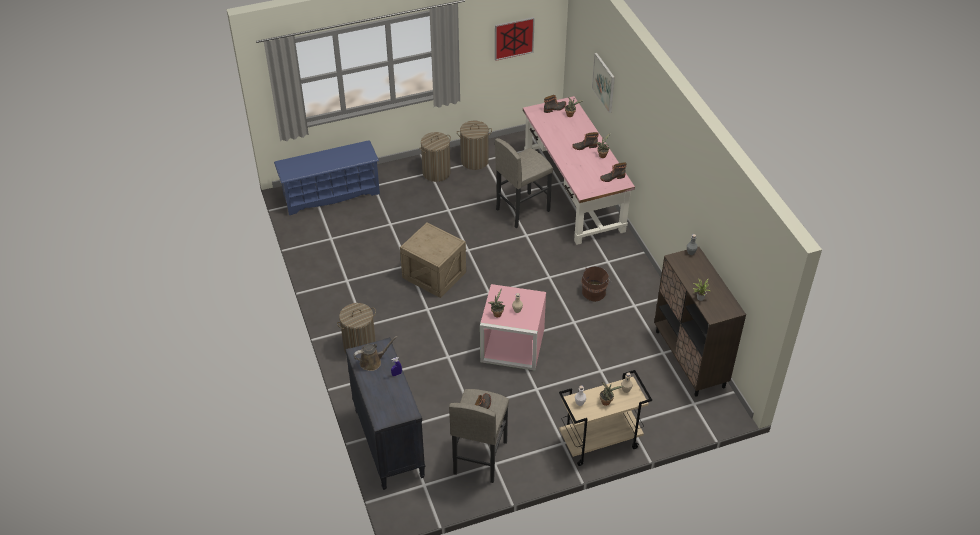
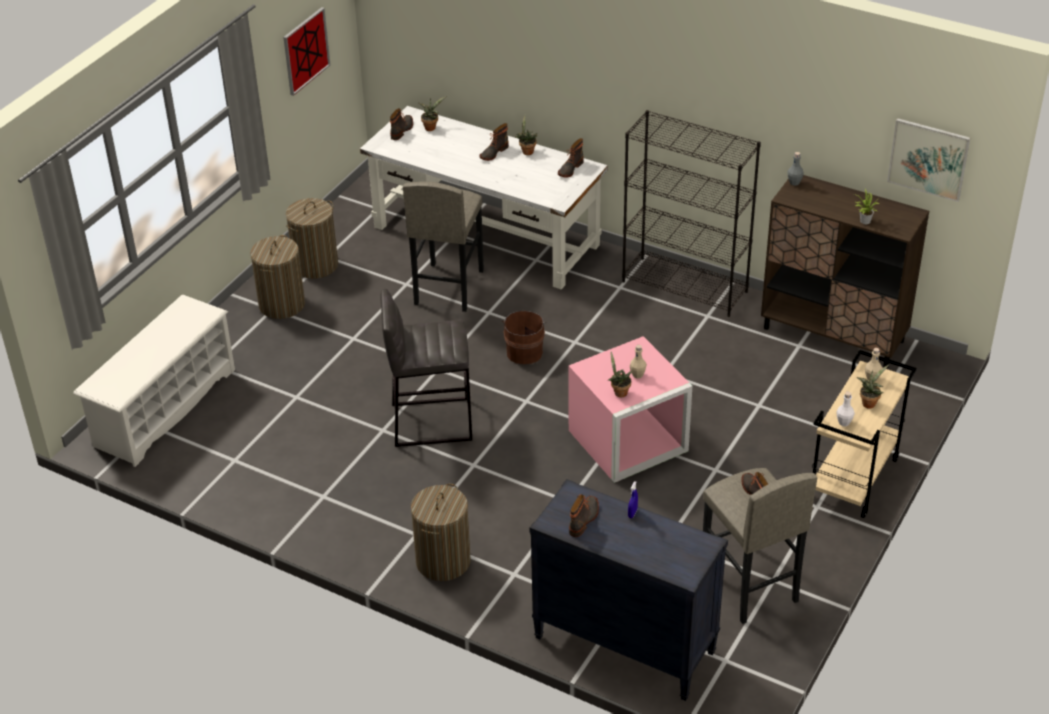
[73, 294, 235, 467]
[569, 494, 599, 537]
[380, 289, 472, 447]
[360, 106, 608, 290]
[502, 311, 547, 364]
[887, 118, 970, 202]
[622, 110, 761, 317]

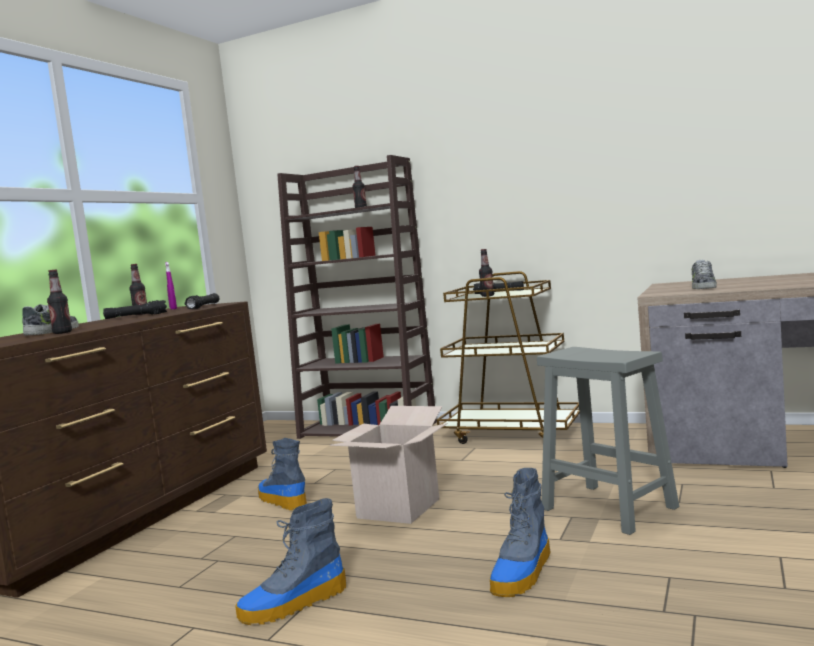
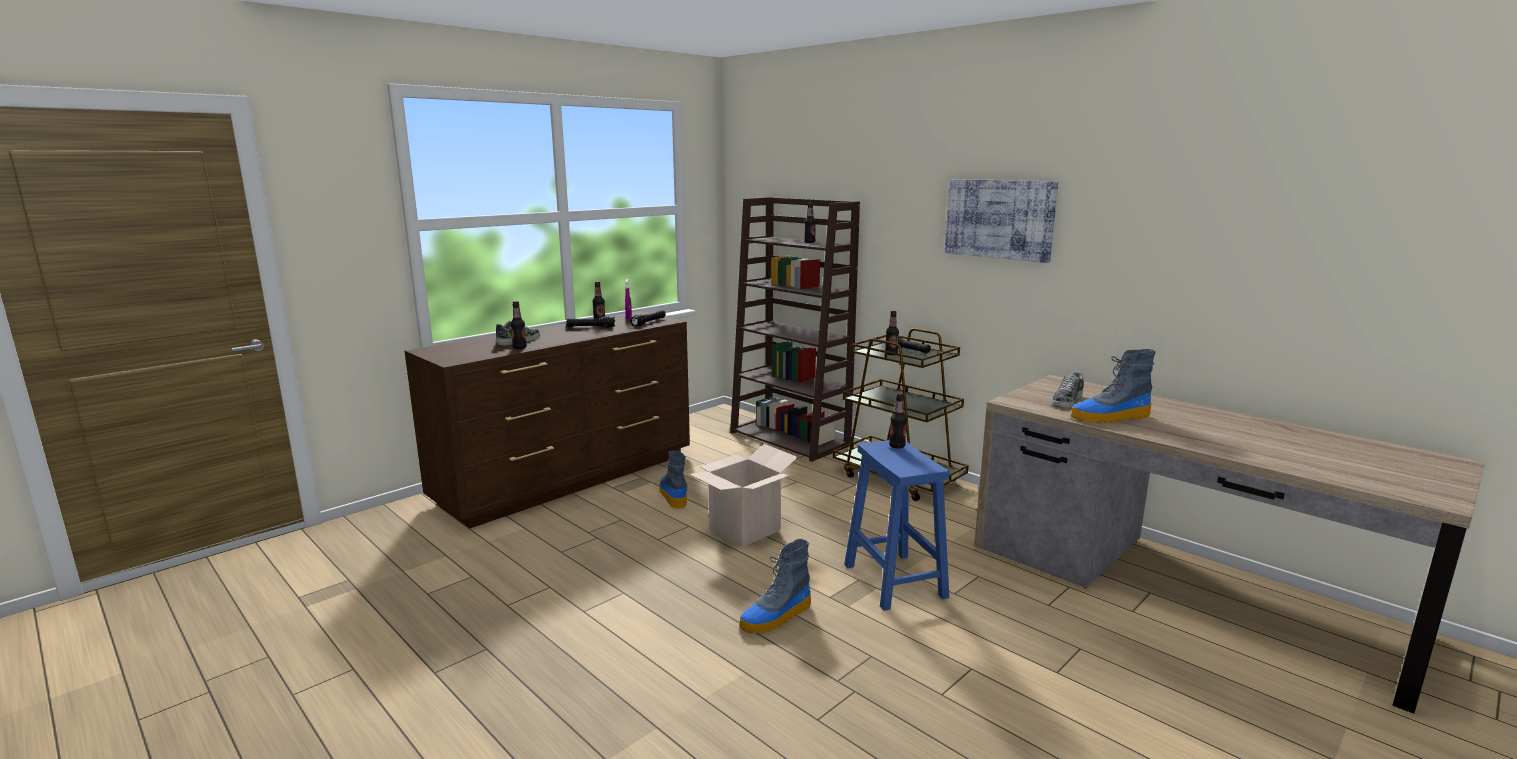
[1071, 349, 1156, 424]
[844, 440, 949, 611]
[889, 393, 907, 448]
[945, 179, 1058, 263]

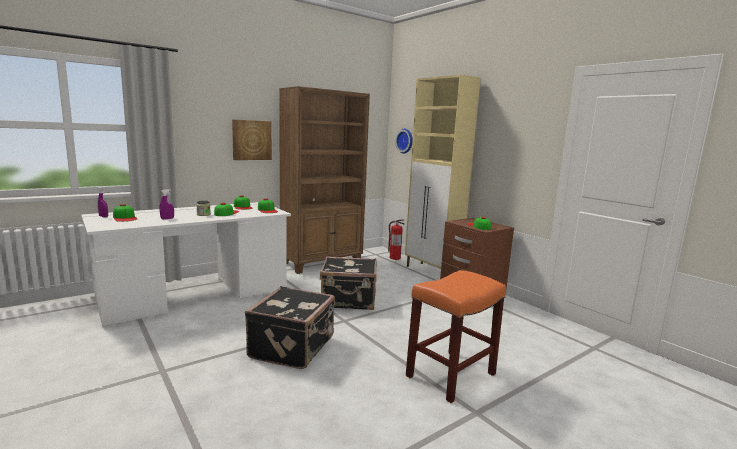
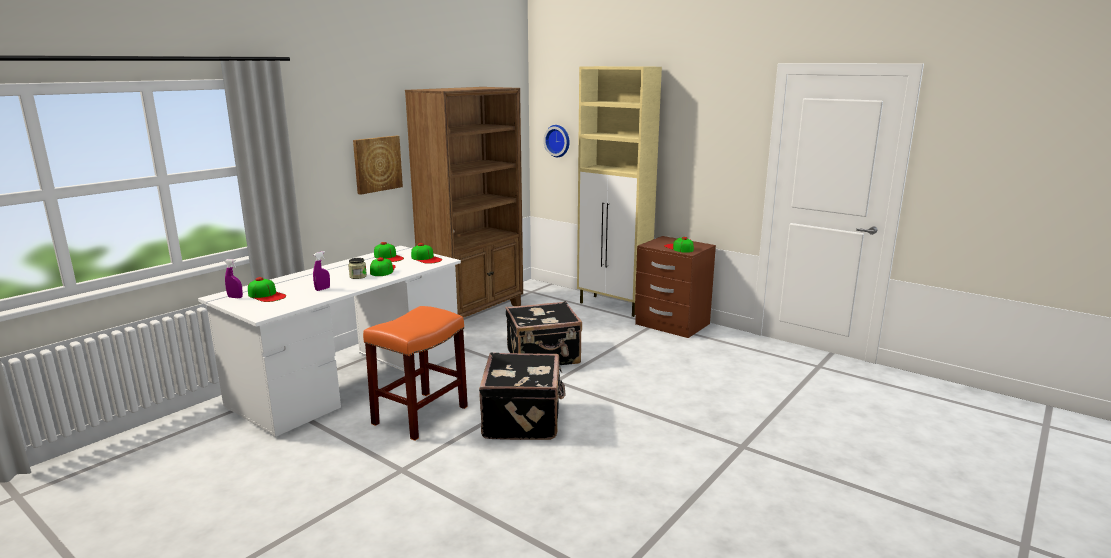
[388, 219, 405, 260] (first image)
[363, 306, 468, 441]

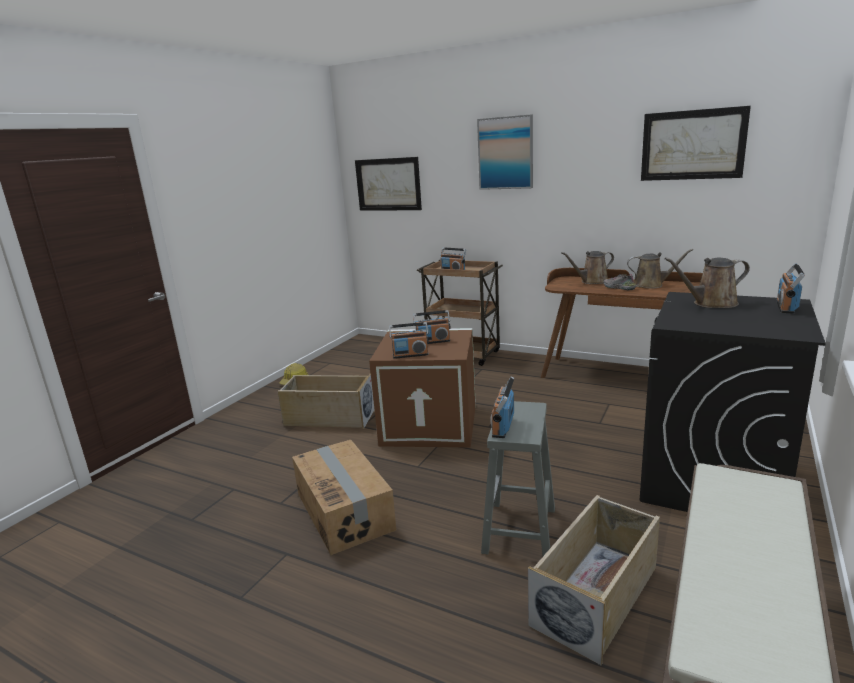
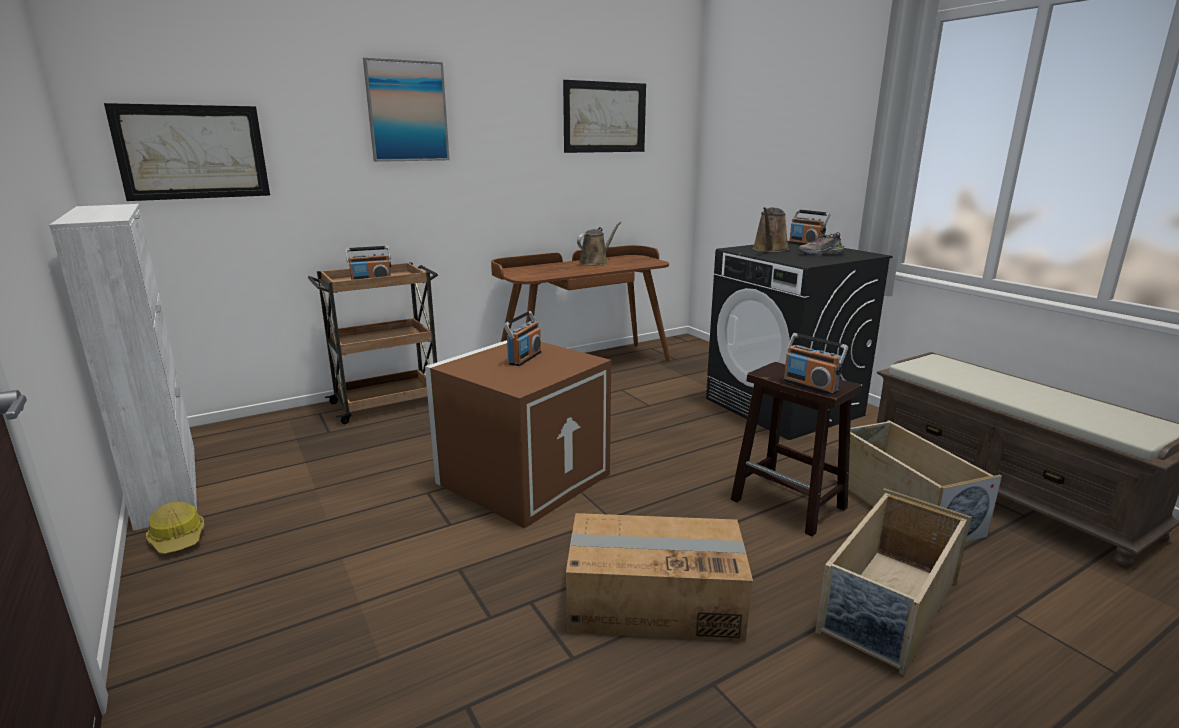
[815, 488, 972, 676]
[389, 322, 429, 359] (first image)
[731, 362, 861, 537]
[561, 251, 614, 284] (first image)
[799, 232, 845, 255]
[49, 204, 197, 531]

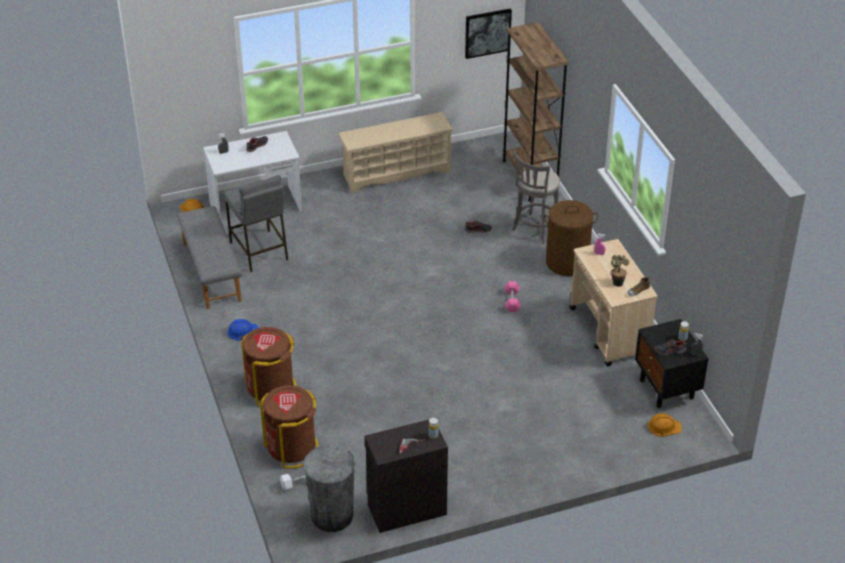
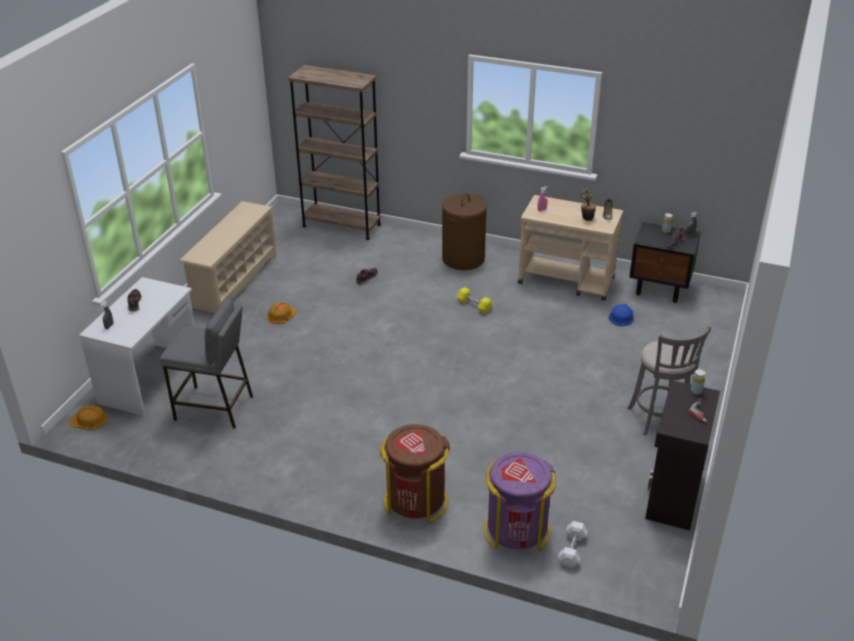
[177, 206, 242, 309] (first image)
[608, 304, 634, 326]
[484, 452, 556, 551]
[303, 445, 355, 532] (first image)
[465, 8, 512, 59] (first image)
[457, 287, 492, 314]
[627, 326, 711, 435]
[267, 302, 297, 324]

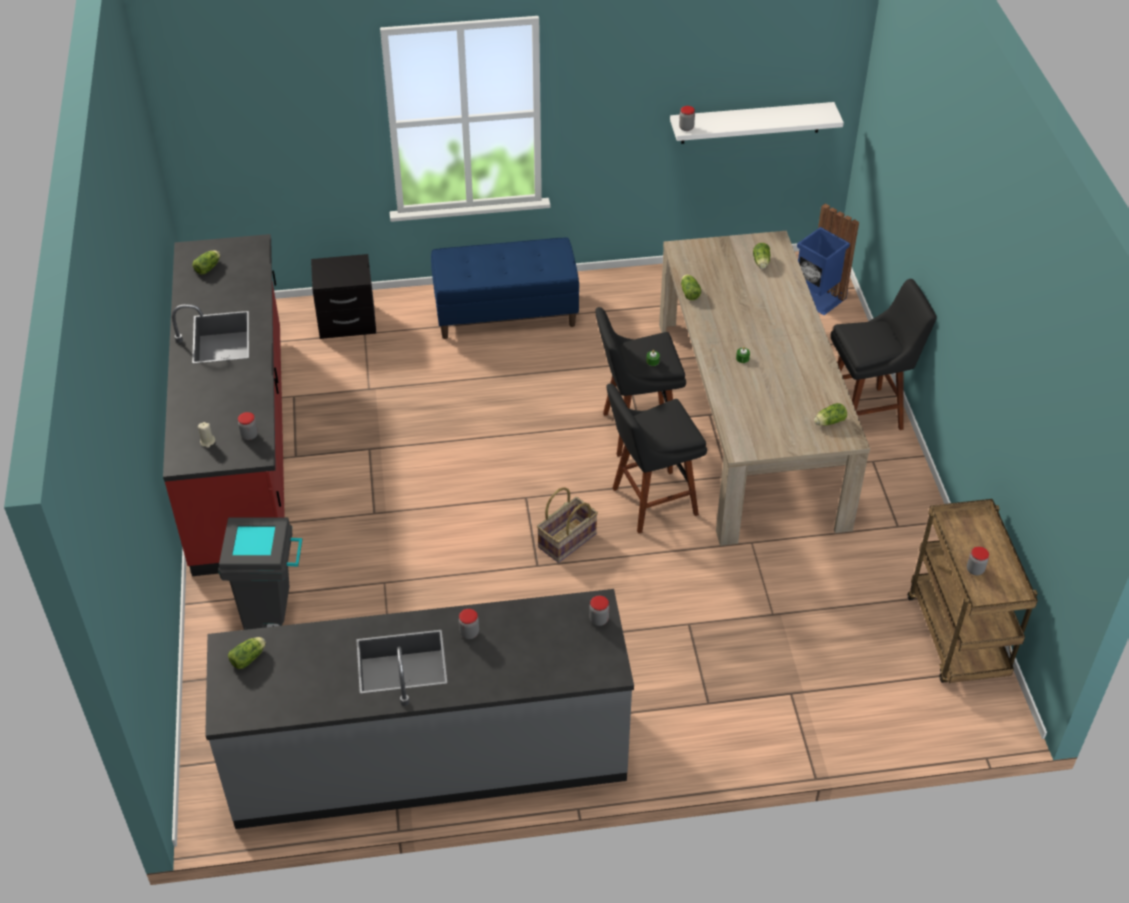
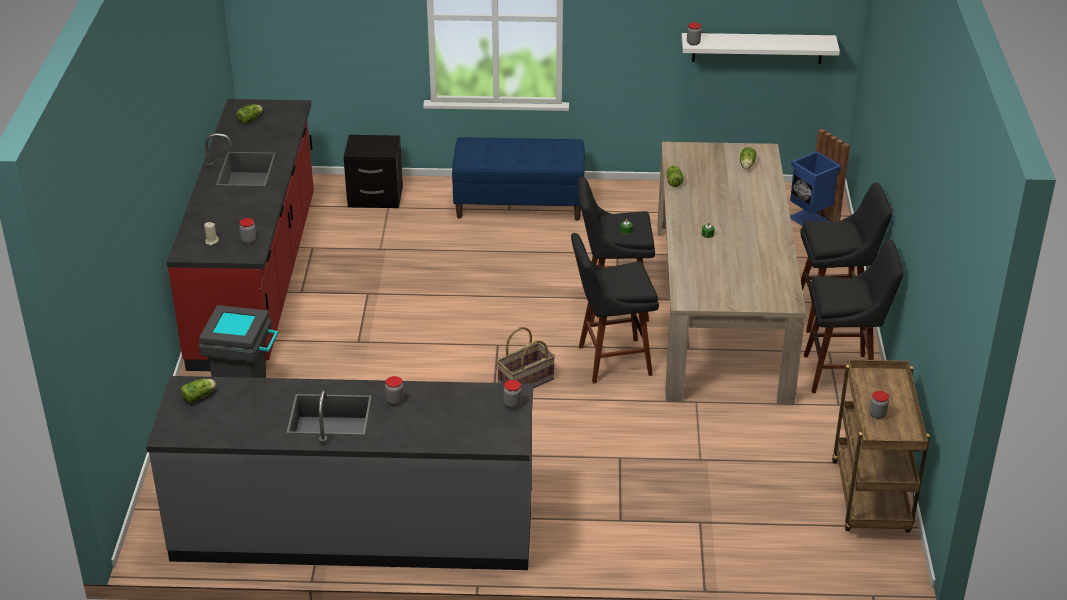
[814, 403, 847, 426] (first image)
[804, 239, 904, 393]

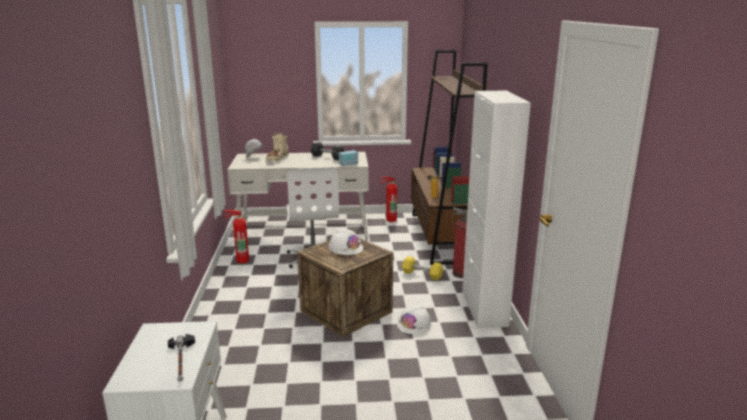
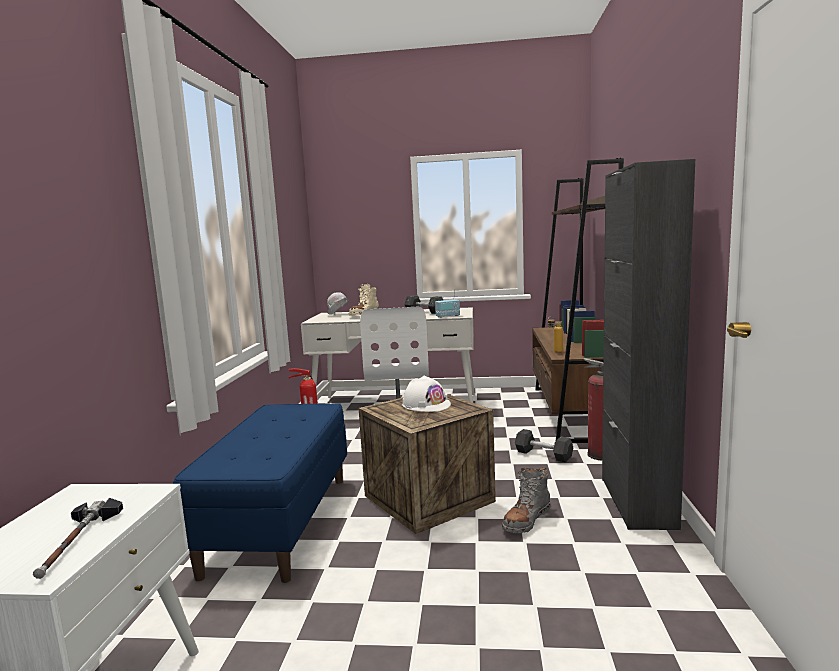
[380, 177, 397, 222] (first image)
[502, 467, 551, 533]
[515, 429, 573, 462]
[602, 159, 695, 530]
[173, 403, 347, 583]

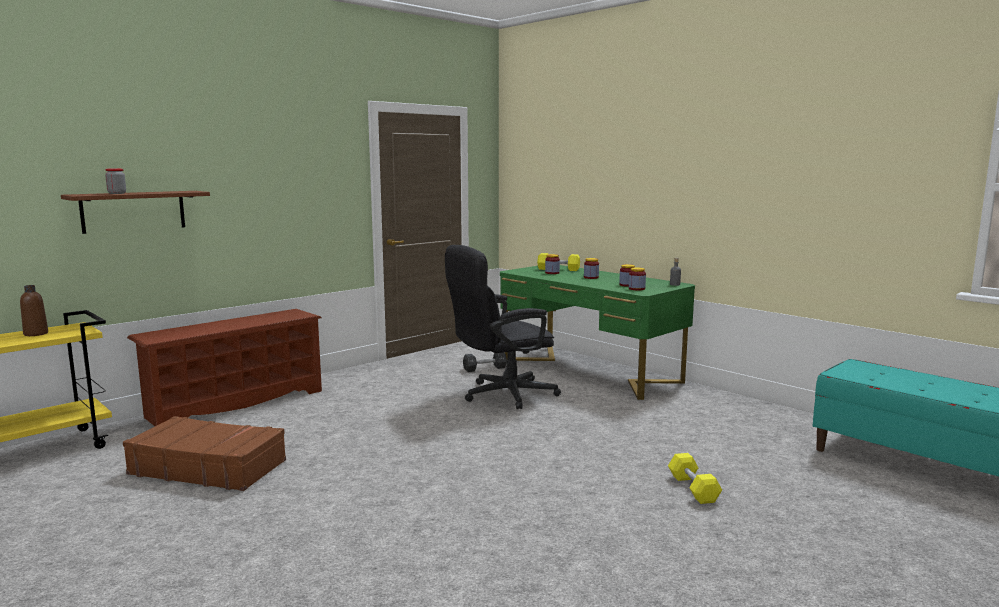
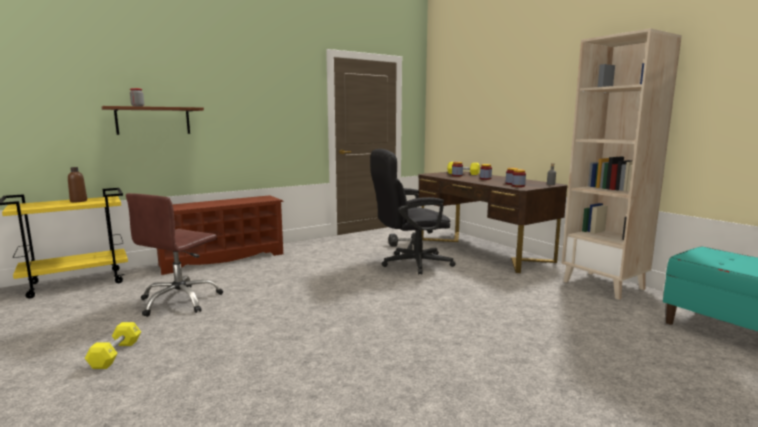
[126, 193, 223, 317]
[418, 171, 568, 273]
[85, 322, 141, 369]
[562, 28, 682, 300]

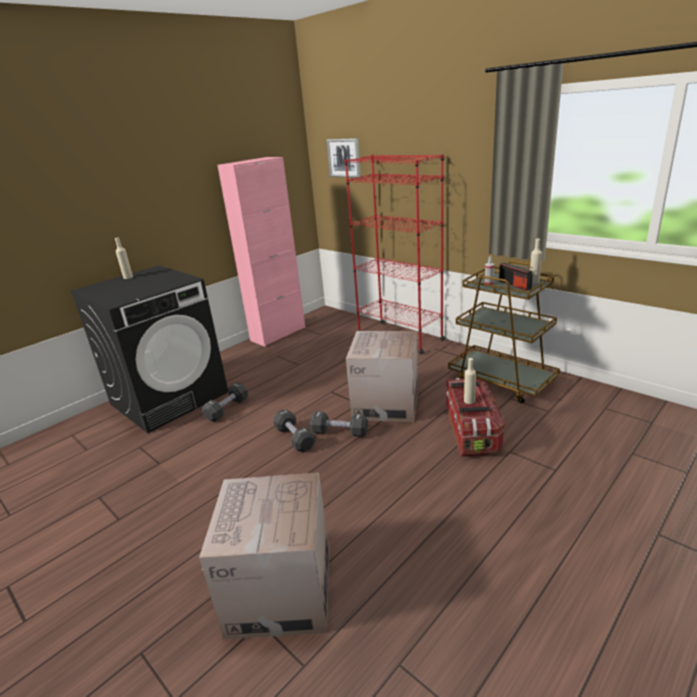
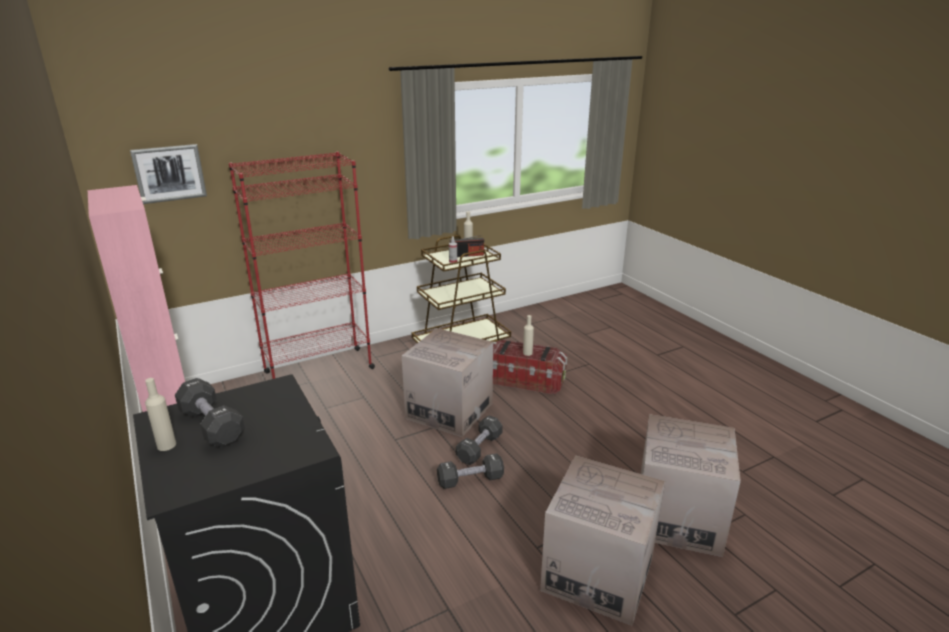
[175, 378, 245, 448]
[540, 456, 665, 626]

